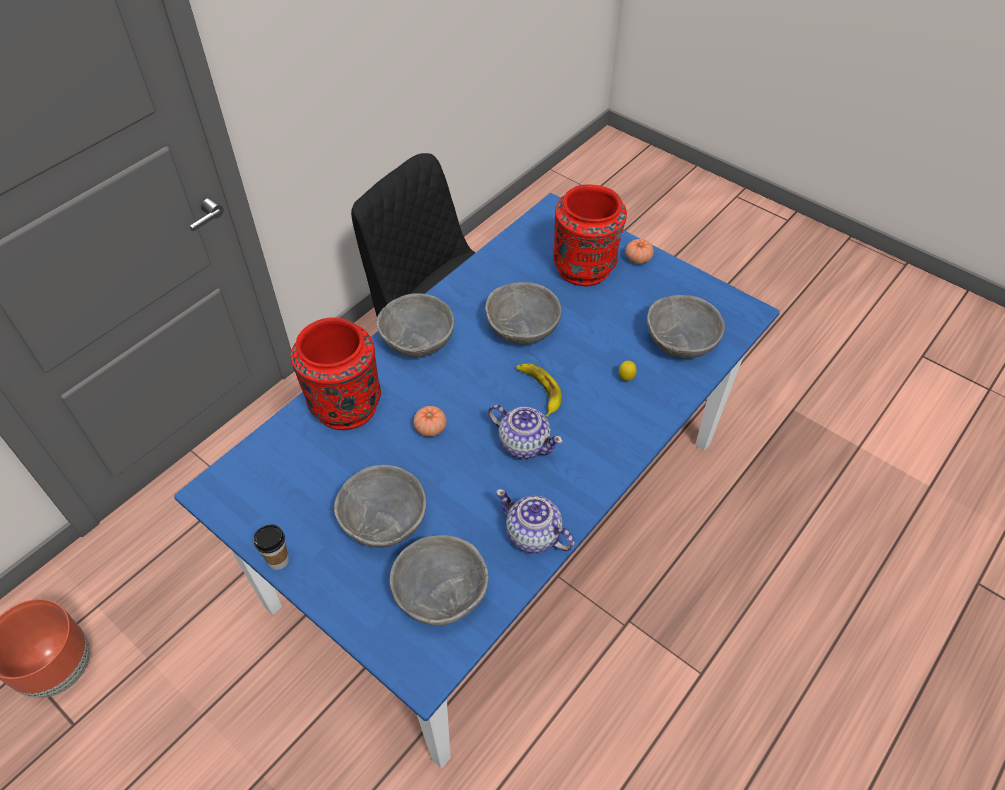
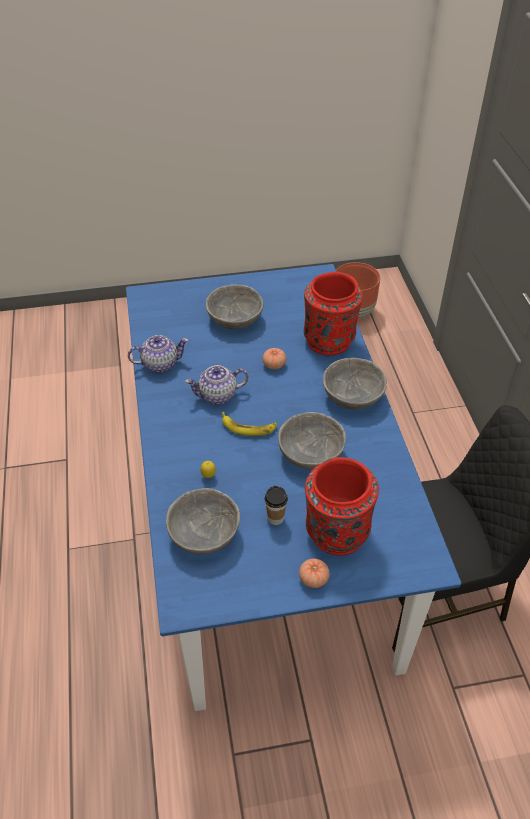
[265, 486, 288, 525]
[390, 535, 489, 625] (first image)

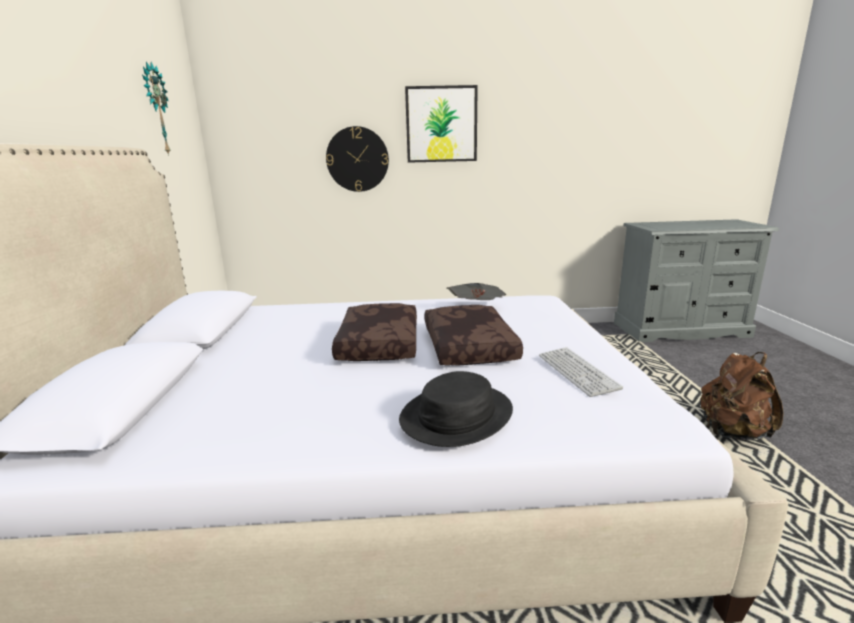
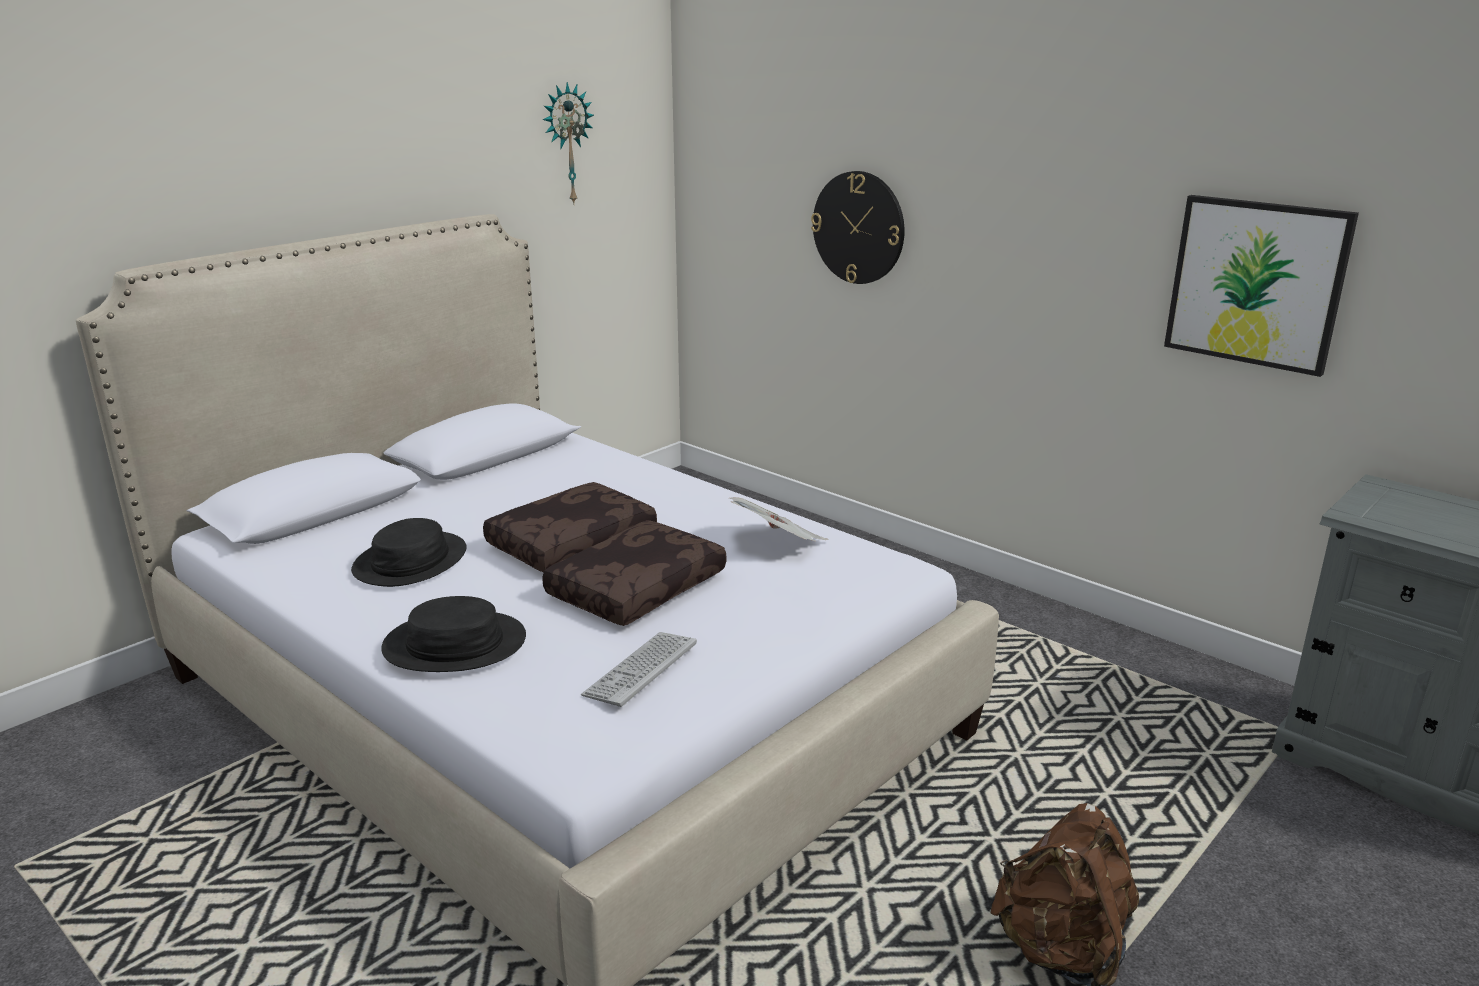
[1164, 195, 1359, 377]
[351, 518, 467, 587]

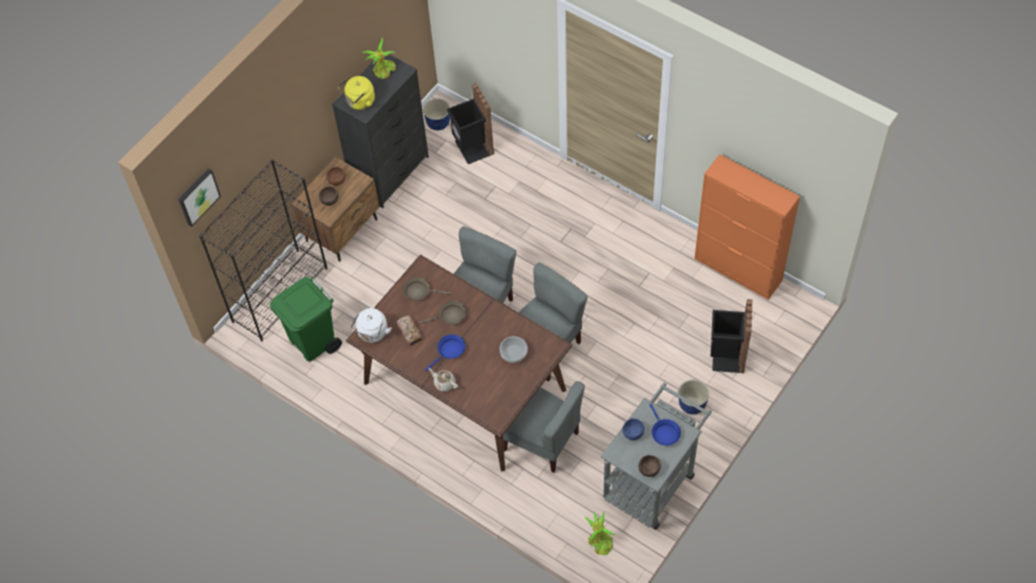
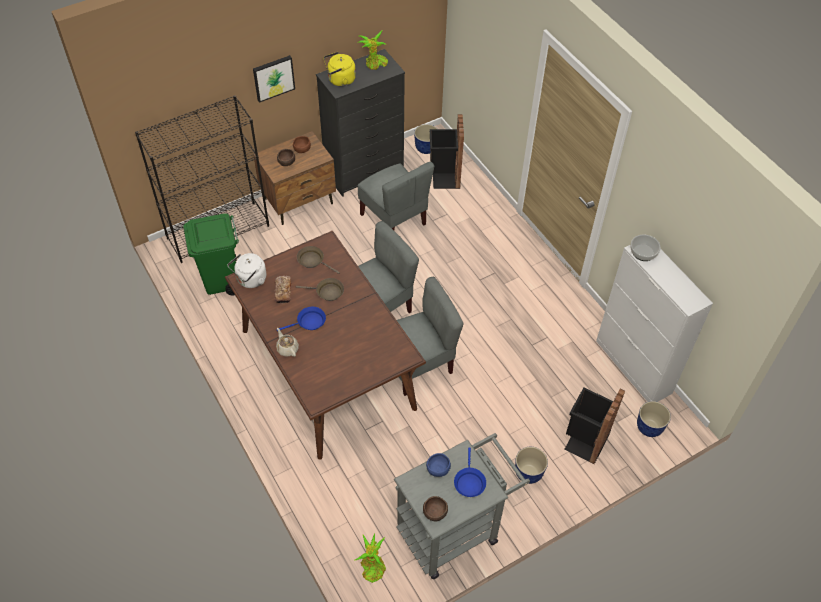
[253, 55, 295, 103]
[630, 234, 661, 261]
[358, 162, 434, 230]
[596, 245, 713, 402]
[637, 401, 671, 437]

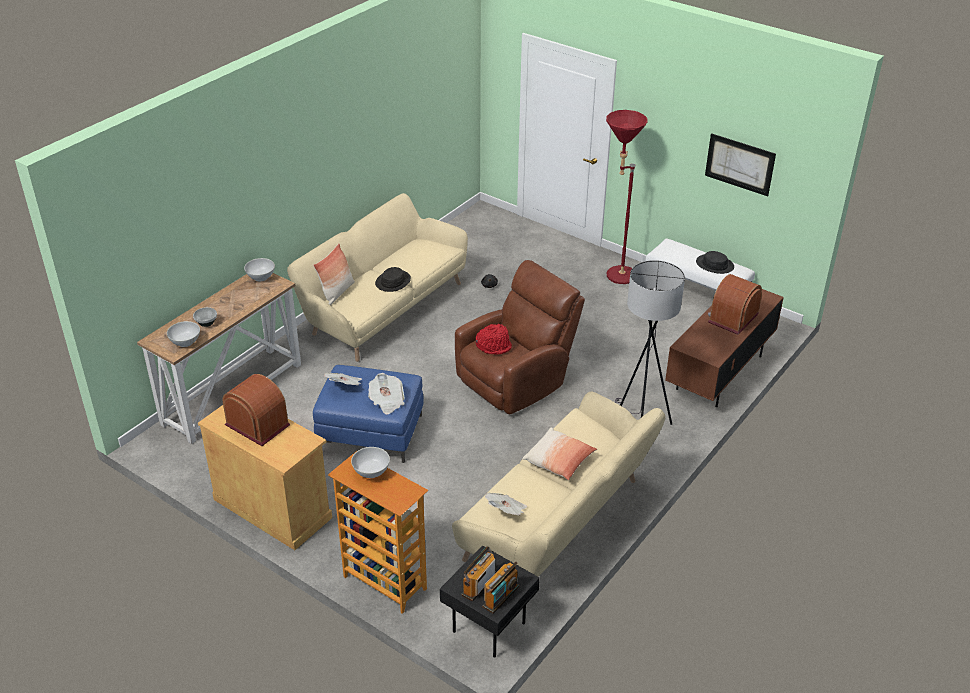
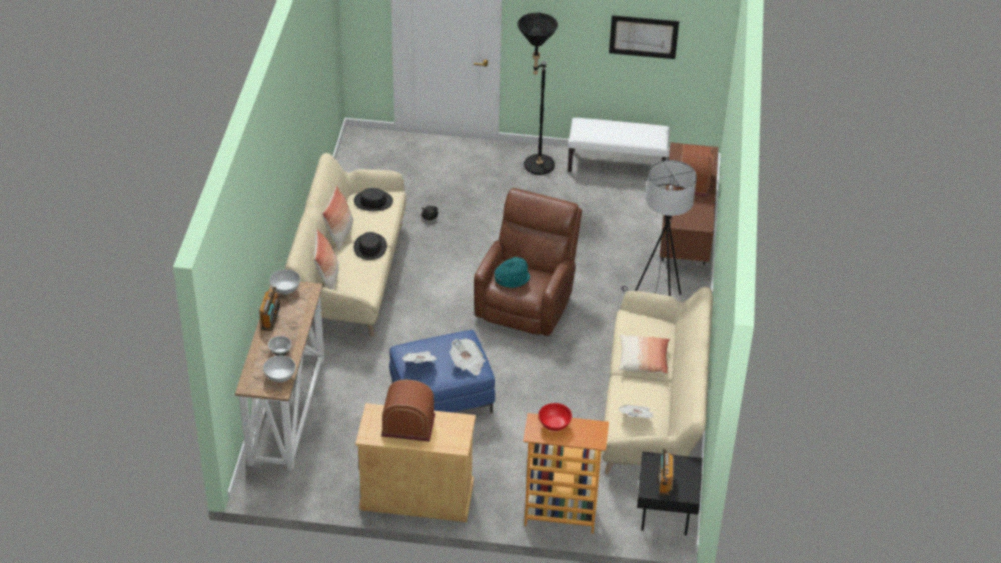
[539, 403, 572, 431]
[495, 257, 530, 288]
[259, 287, 280, 331]
[517, 12, 558, 175]
[354, 188, 393, 211]
[322, 186, 353, 250]

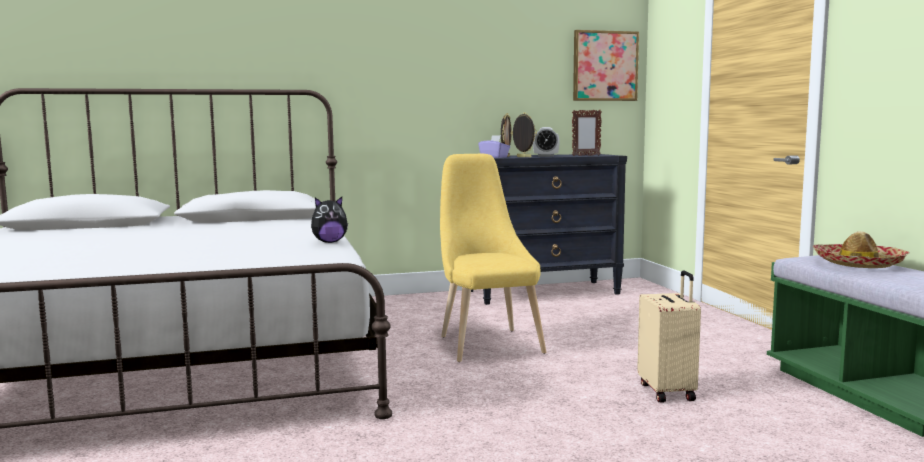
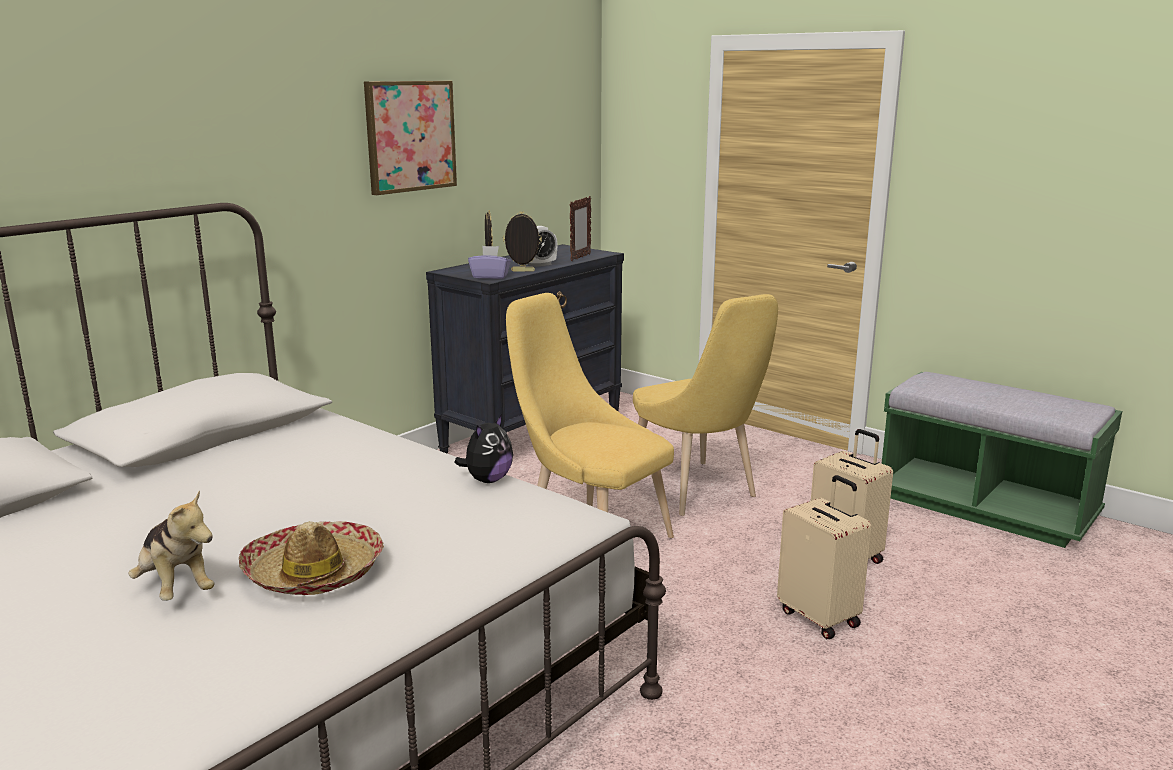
[364, 81, 457, 195]
[239, 521, 384, 595]
[128, 491, 214, 601]
[633, 294, 778, 516]
[777, 475, 871, 639]

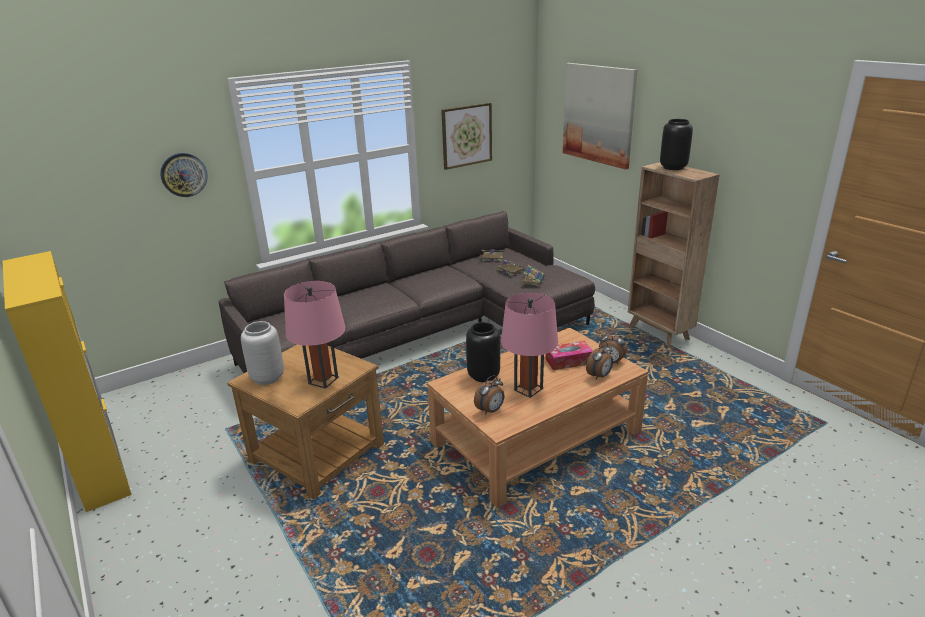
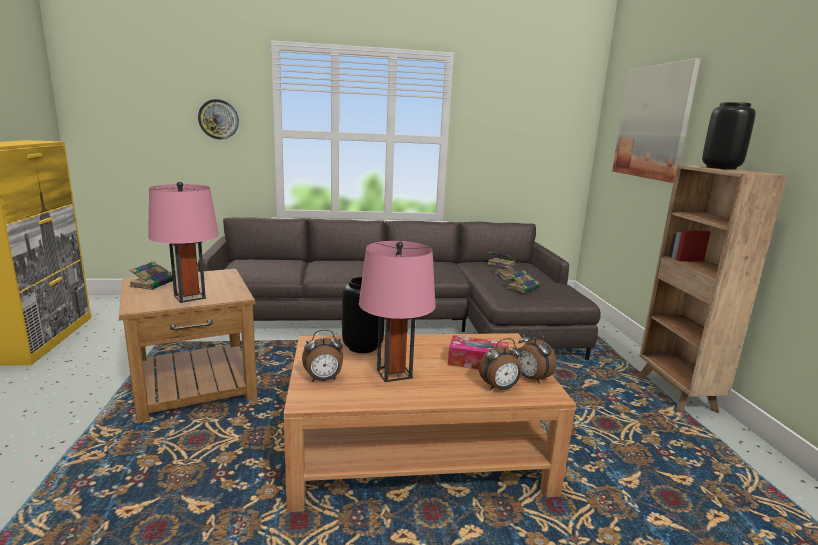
[129, 261, 173, 290]
[441, 103, 492, 170] (first image)

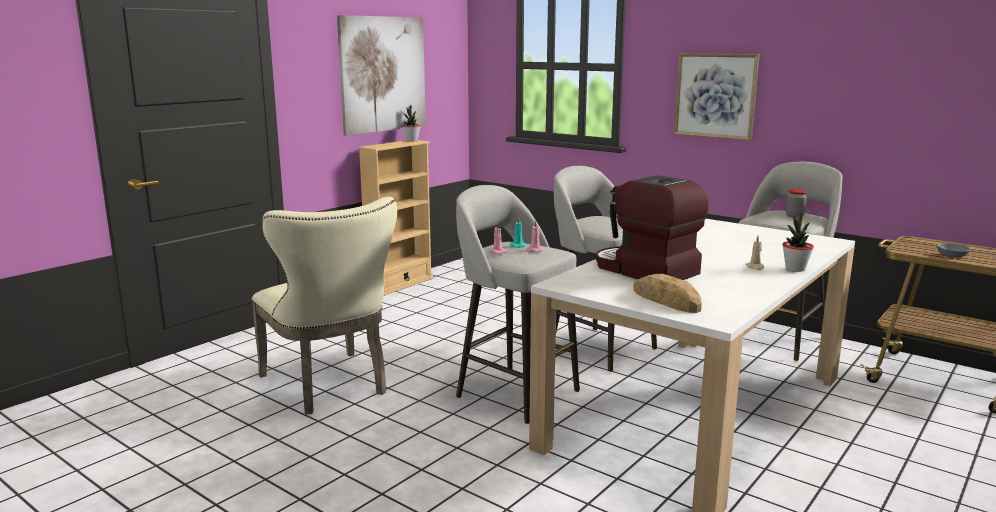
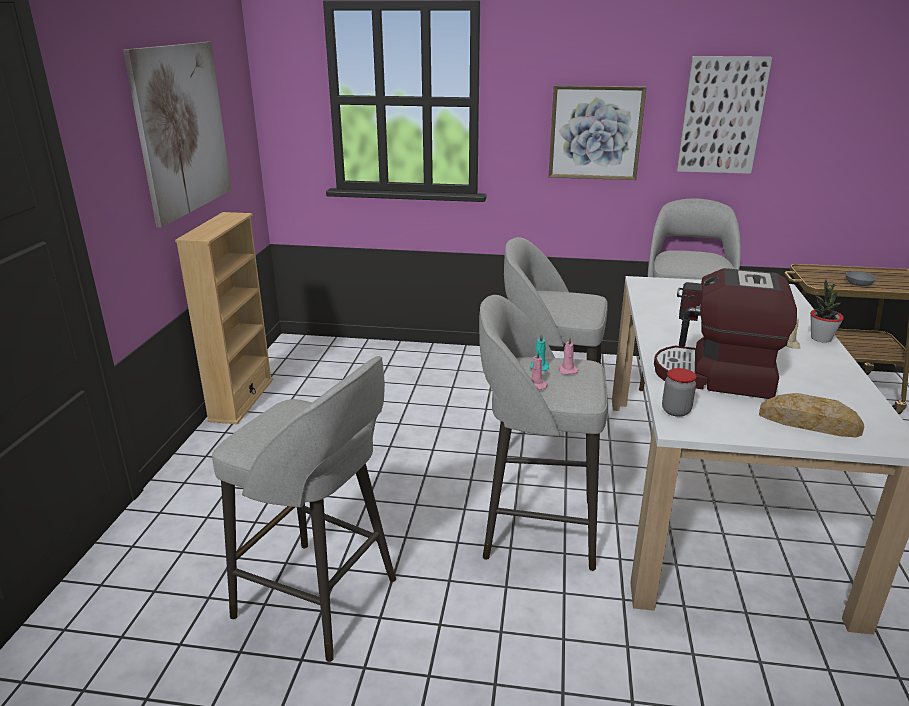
[212, 356, 396, 662]
[402, 105, 421, 142] (first image)
[662, 368, 696, 417]
[677, 56, 772, 174]

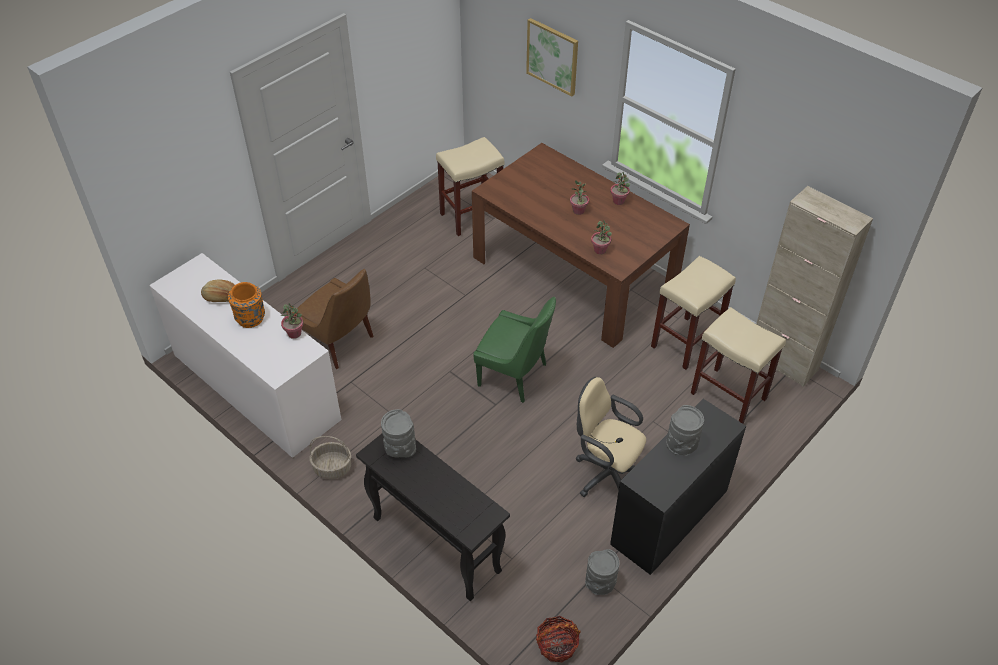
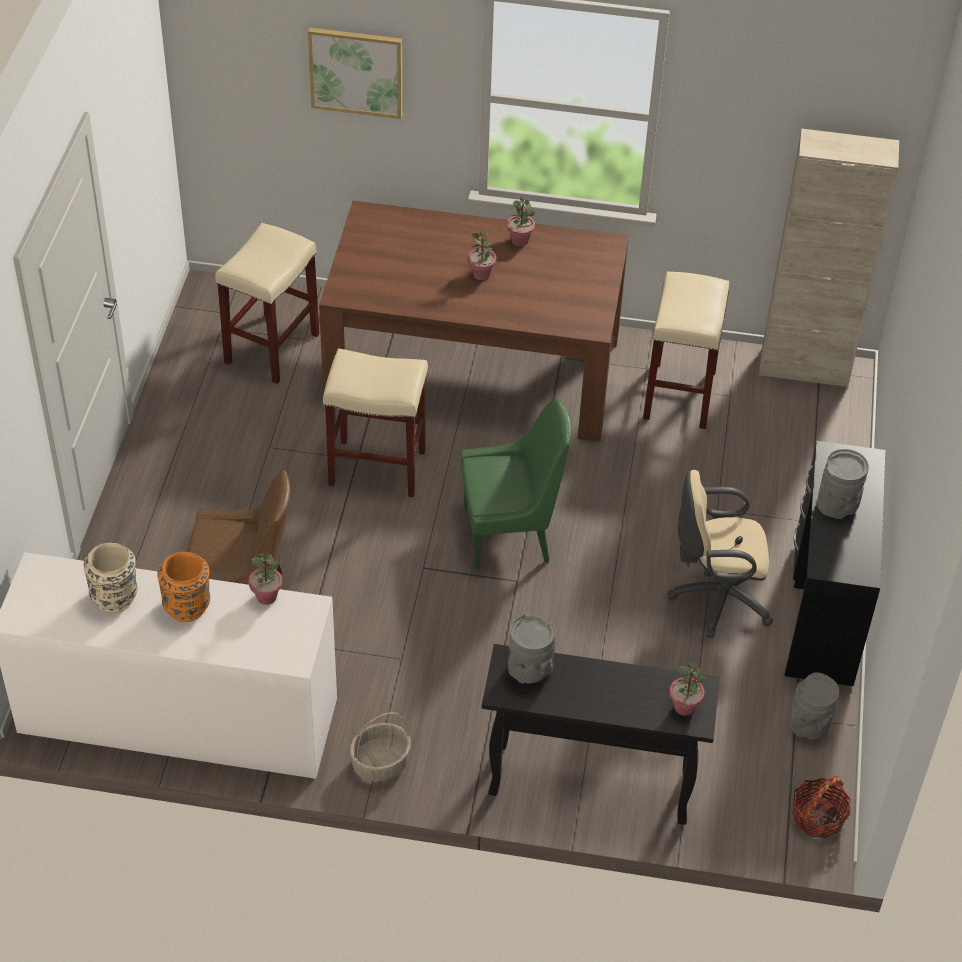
[83, 543, 138, 613]
[669, 663, 705, 716]
[323, 348, 428, 497]

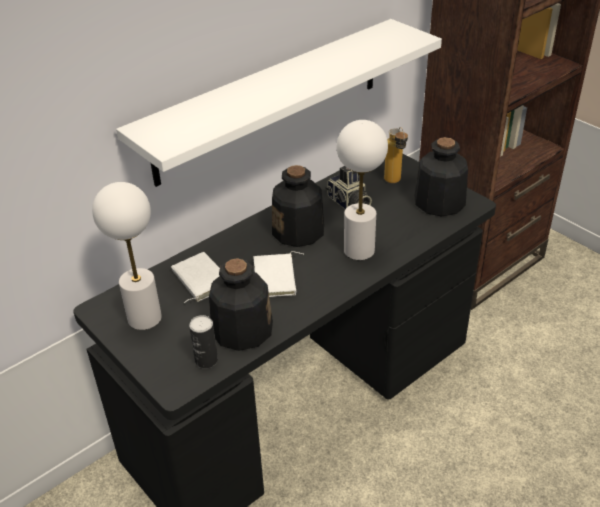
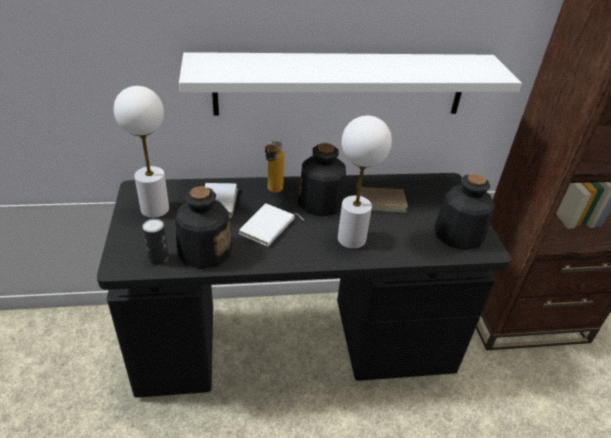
[356, 181, 408, 212]
[265, 140, 284, 193]

